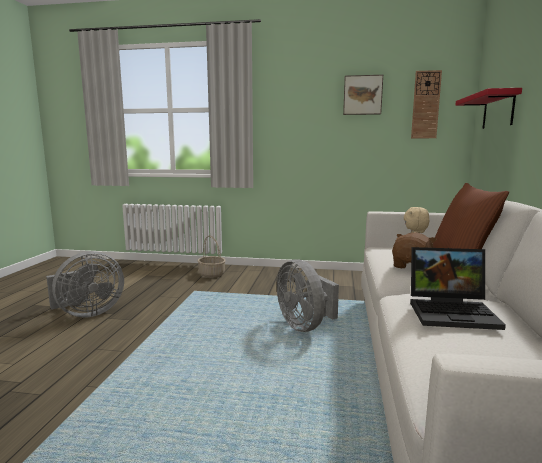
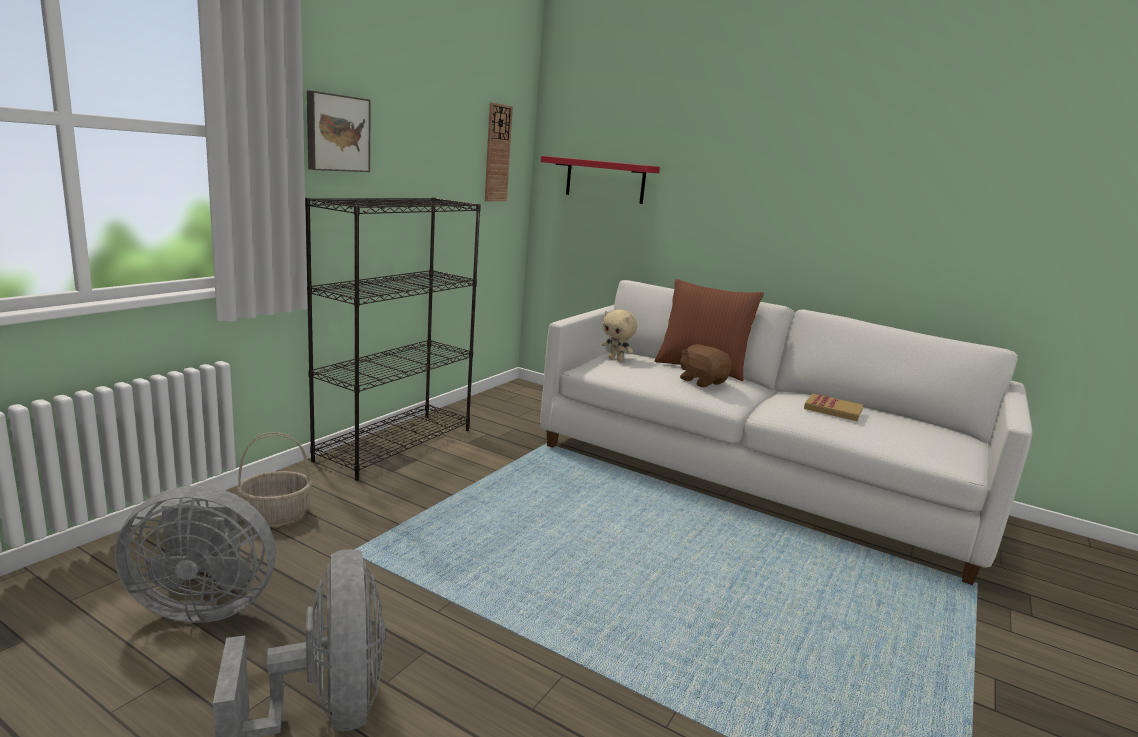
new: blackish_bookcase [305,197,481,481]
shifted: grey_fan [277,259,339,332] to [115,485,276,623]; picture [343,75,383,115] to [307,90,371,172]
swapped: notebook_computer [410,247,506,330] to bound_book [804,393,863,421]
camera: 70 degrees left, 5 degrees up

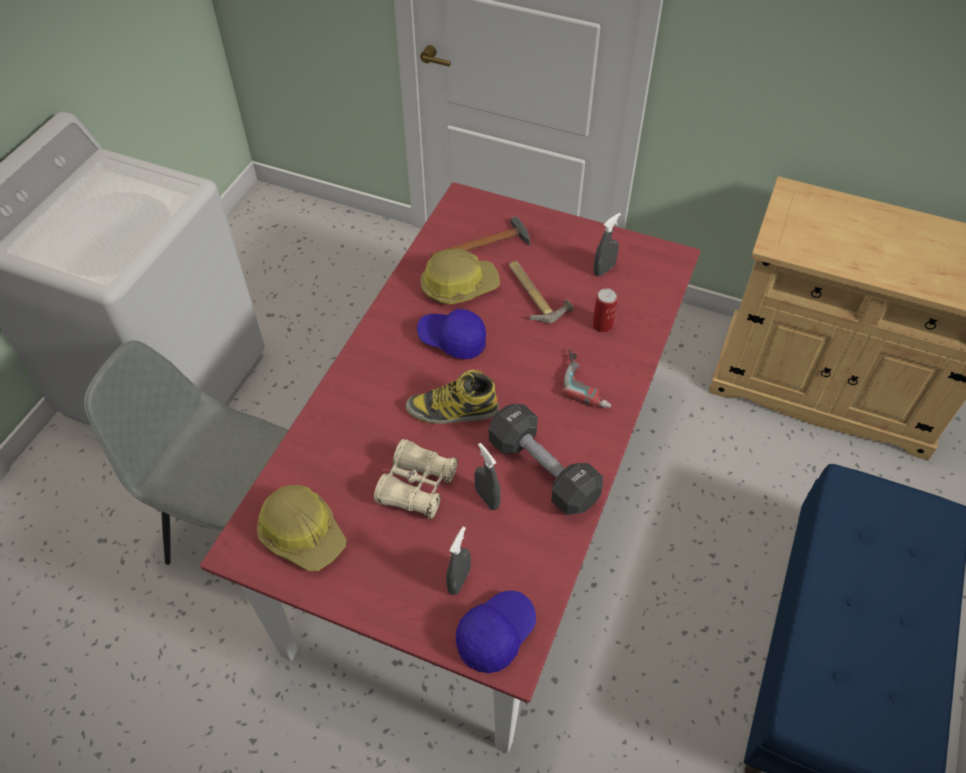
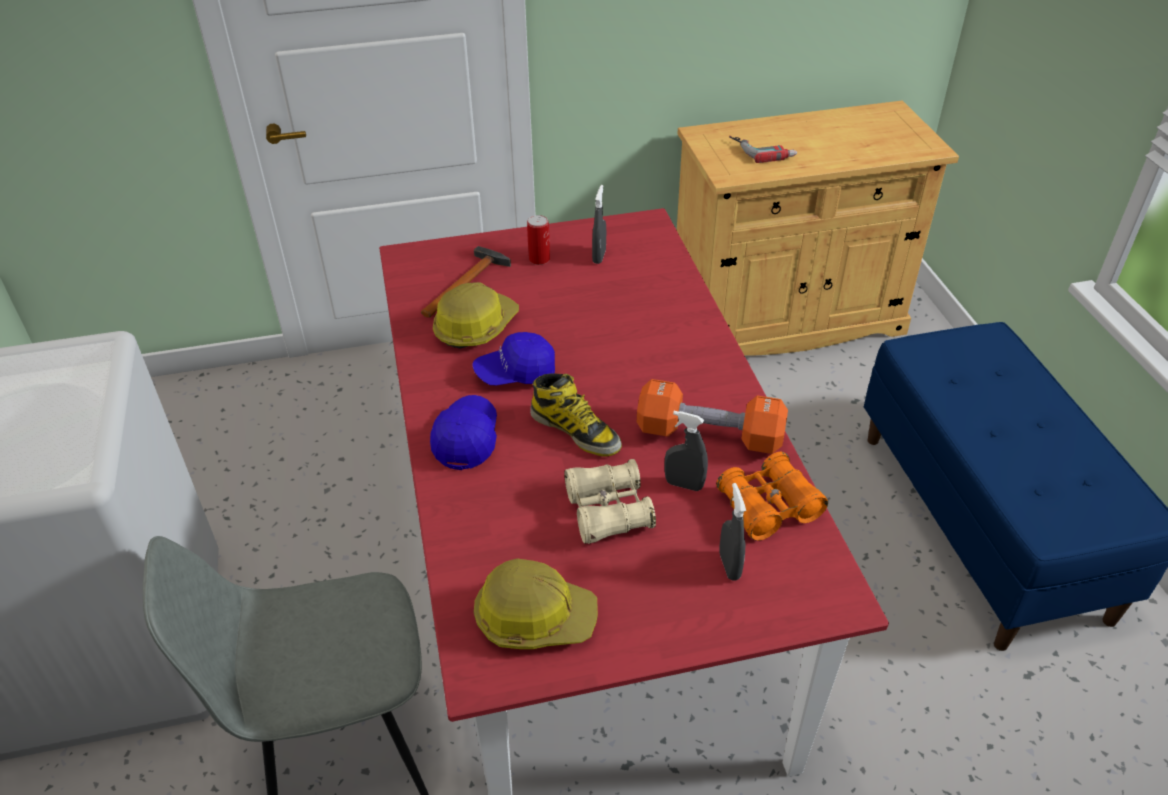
gone: tool_hammer [509,261,573,323]
new: orange-coloured_binoculars [716,452,828,541]
shifted: bluish_peaked_cap [456,591,536,673] to [430,395,497,470]; drill [562,348,611,408] to [729,136,797,163]; sealed_can [593,288,618,333] to [527,215,550,265]
repainted: blackish_free_weight [489,404,603,515] to orange-coloured_free_weight [637,379,788,454]
rotated: boot [406,370,499,424] = [530,373,622,457] 105 degrees counterclockwise
camera: 35 degrees left, 10 degrees down

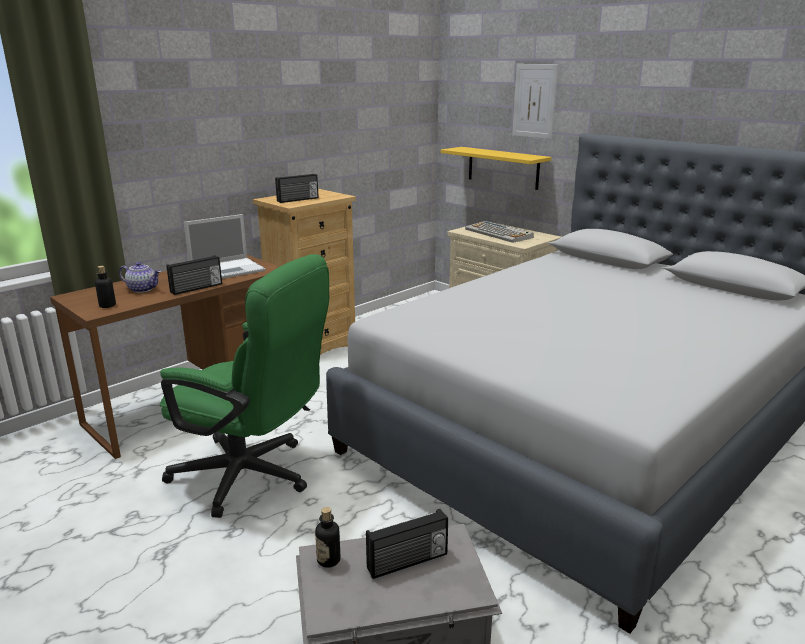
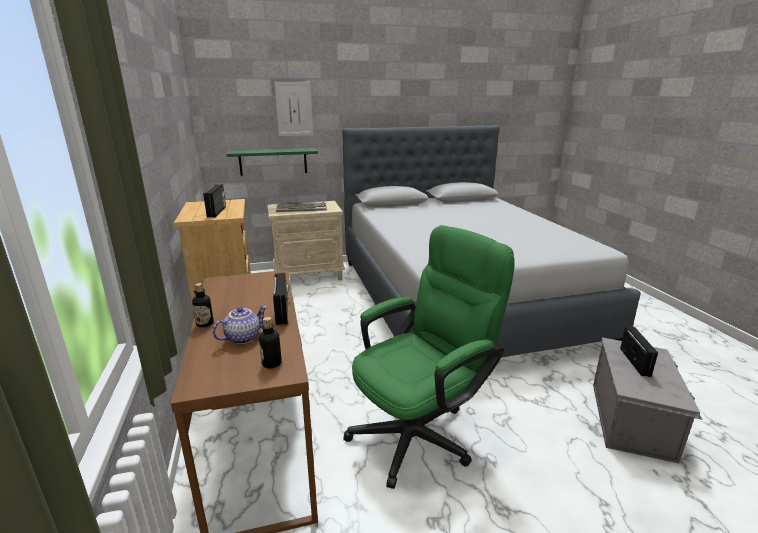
gone: notebook_computer [184,214,265,279]
shifted: beverage_bottle [315,507,341,568] to [192,283,214,327]
repainted: yellow_bracket_shelf [441,147,551,190] to green_bracket_shelf [226,148,318,176]
camera: 60 degrees left, 0 degrees up

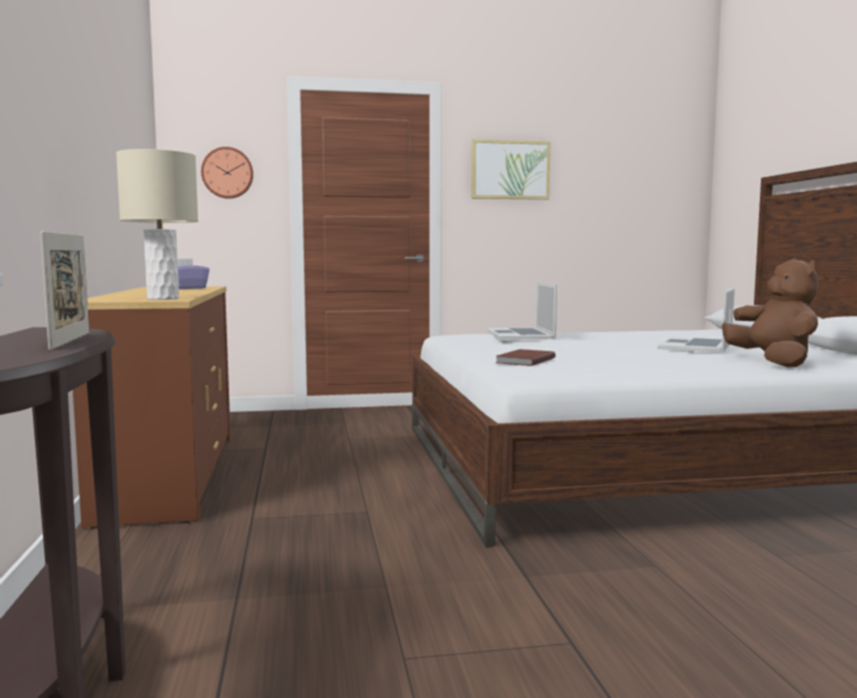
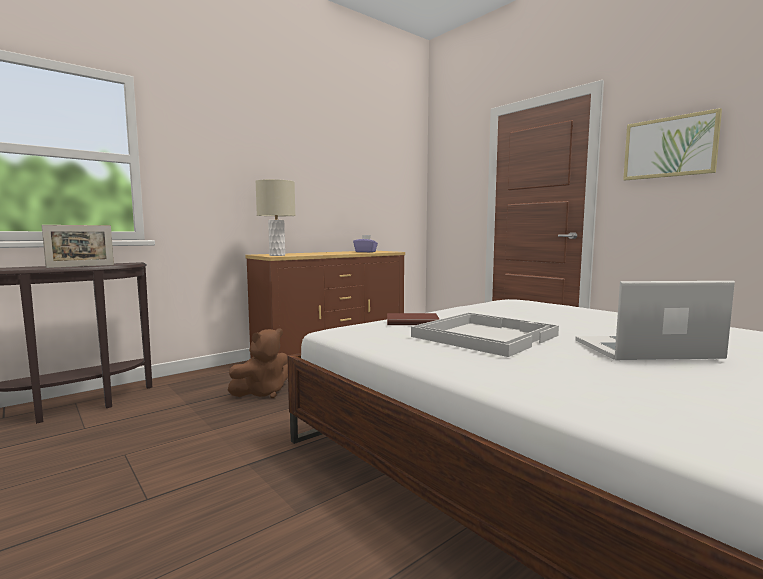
gone: clock_on_the_wall [201,147,253,199]; notebook_computer [487,282,557,340]
new: whitish_serving_tray [411,313,559,357]
shifted: brown_cuddly_toy [722,258,818,367] to [227,328,288,398]
camera: 60 degrees right, 0 degrees up

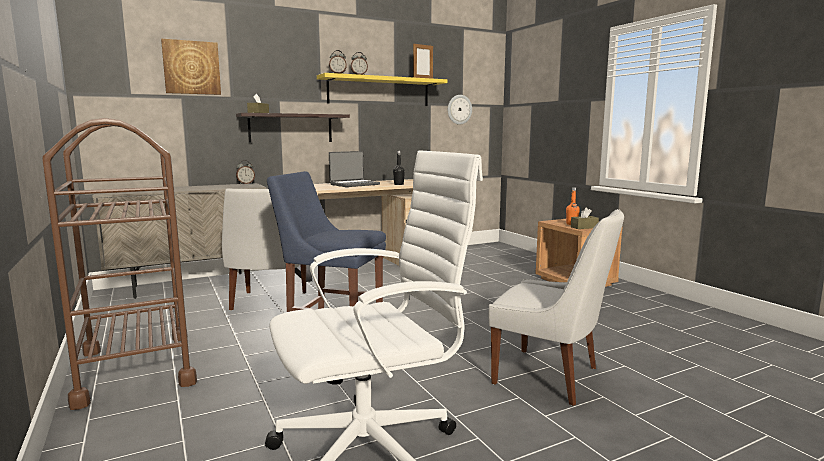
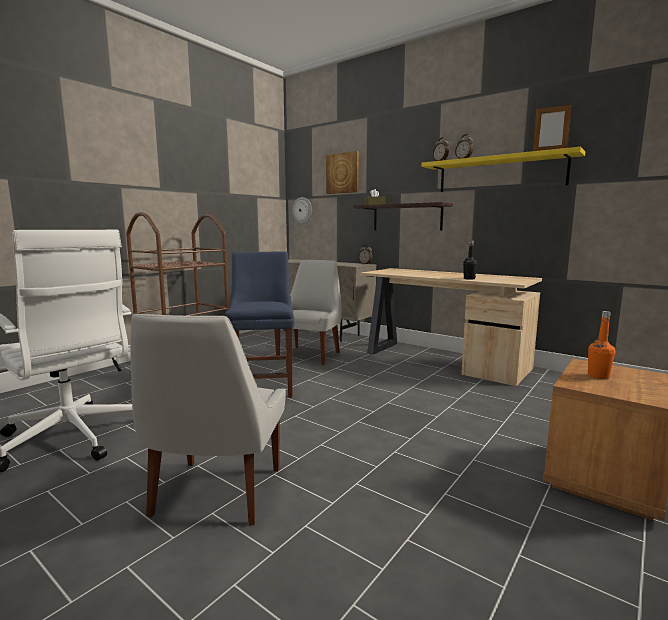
gone: notebook_computer [329,151,380,187]; brown_box_of_tissues [571,208,599,229]
shifted: clock_on_the_wall [448,95,472,125] to [293,197,312,224]
rotated: whitish_plain_chair [222,188,306,310] = [274,260,342,366] 135 degrees clockwise
camera: 65 degrees right, 0 degrees up

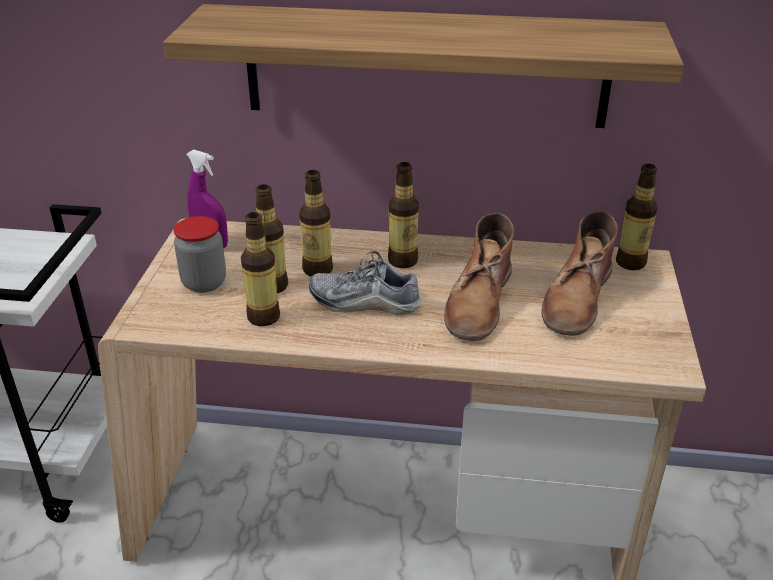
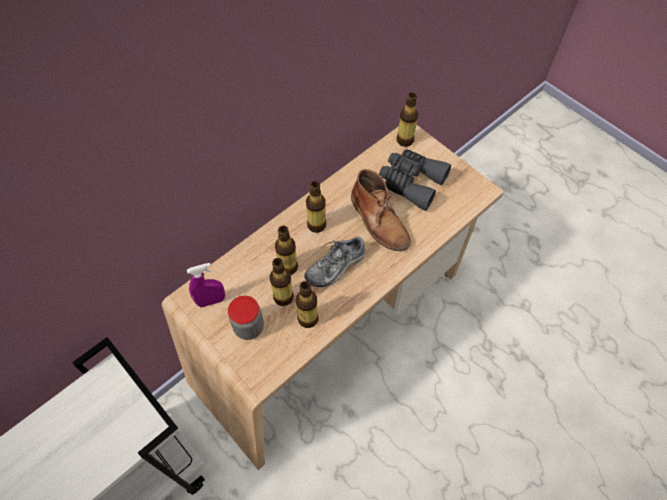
gone: bracket_shelf [163,4,684,128]
swapped: brown_boot [541,211,618,336] to grey_binoculars [379,149,451,211]
camera: 50 degrees left, 25 degrees up

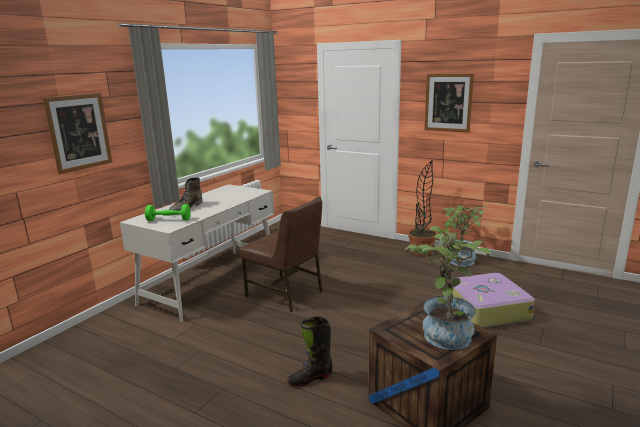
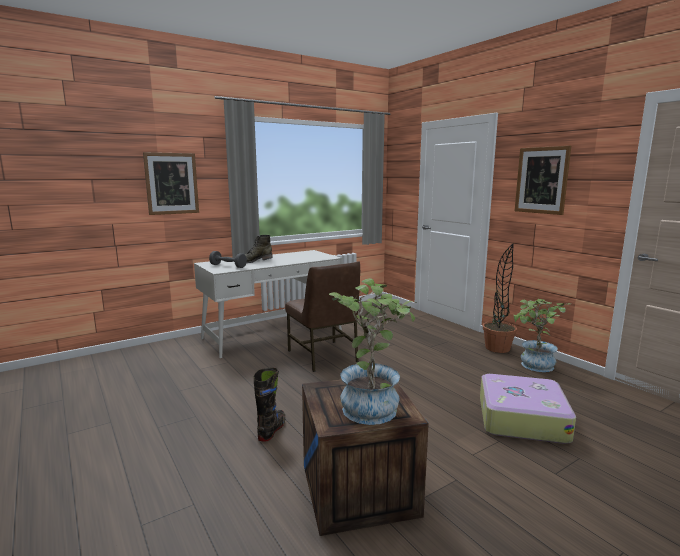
repainted: green_free_weight [145,204,191,221] to grey_free_weight [209,251,247,268]
rotated: blackish_boot [287,316,333,386] = [254,368,285,442] 105 degrees clockwise
camera: 25 degrees right, 5 degrees down

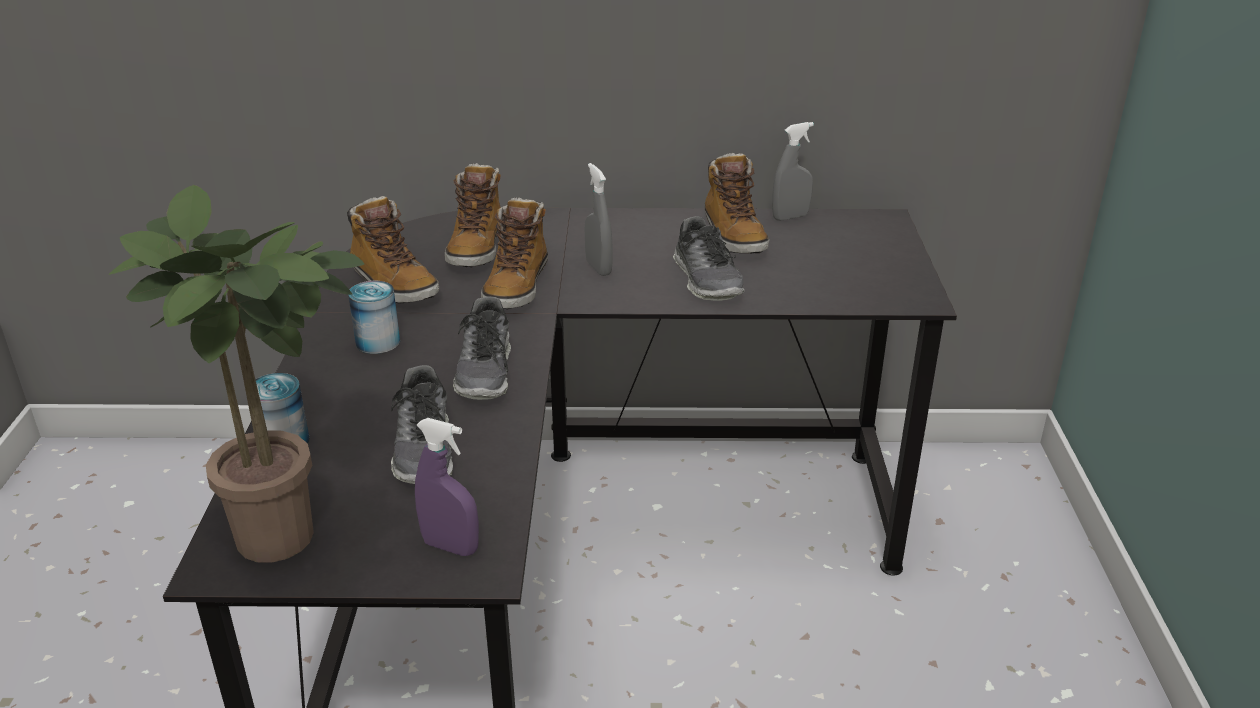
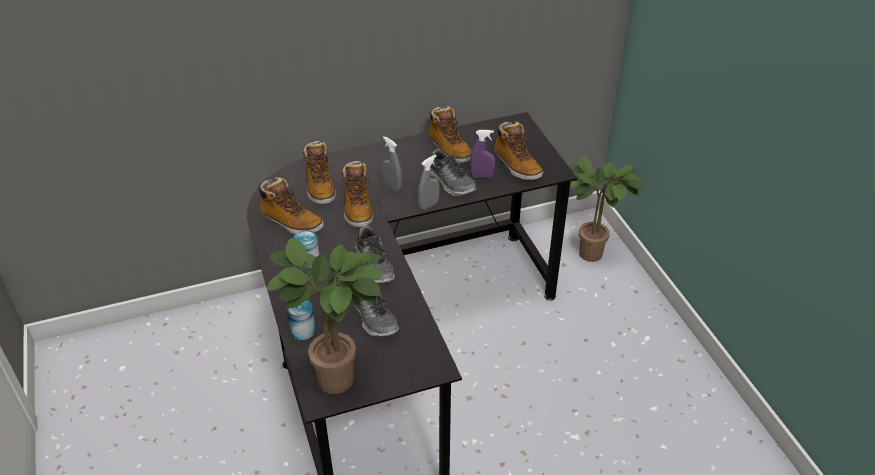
new: boot [494,121,543,180]; plant_in_a_pot [568,156,645,262]
shifted: purple-coloured_hand_sprayer [415,418,479,556] to [470,130,495,178]; grey_hand_sprayer [772,122,814,221] to [418,155,439,211]
camera: 20 degrees left, 10 degrees up

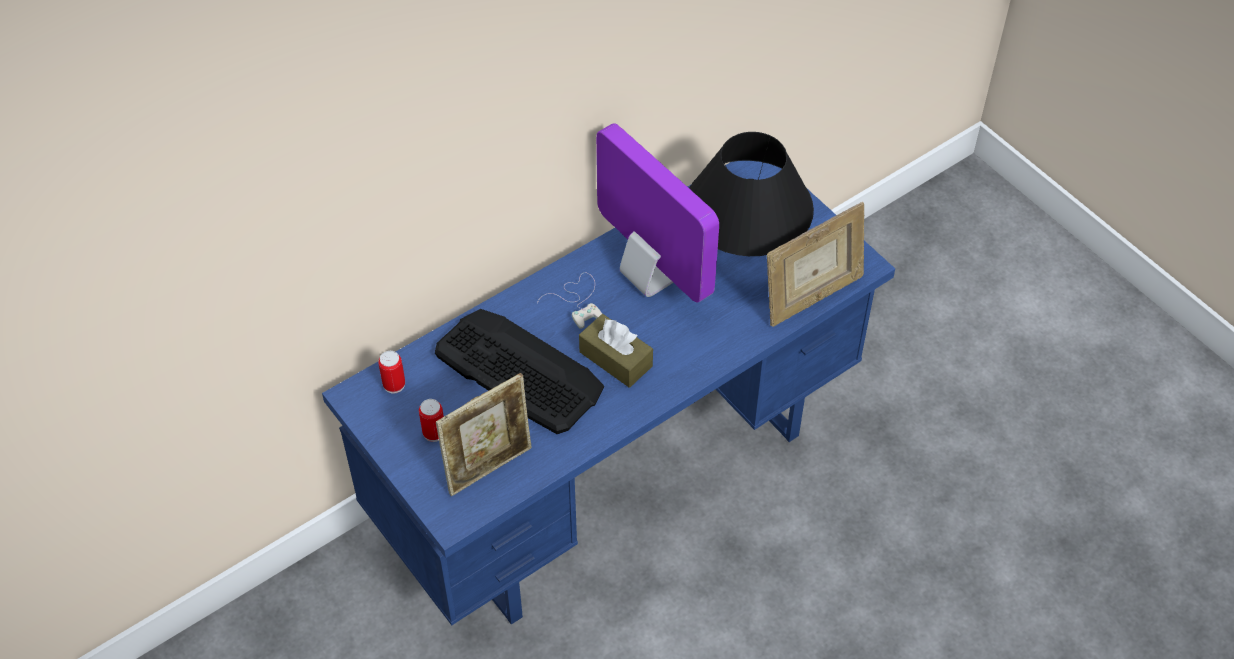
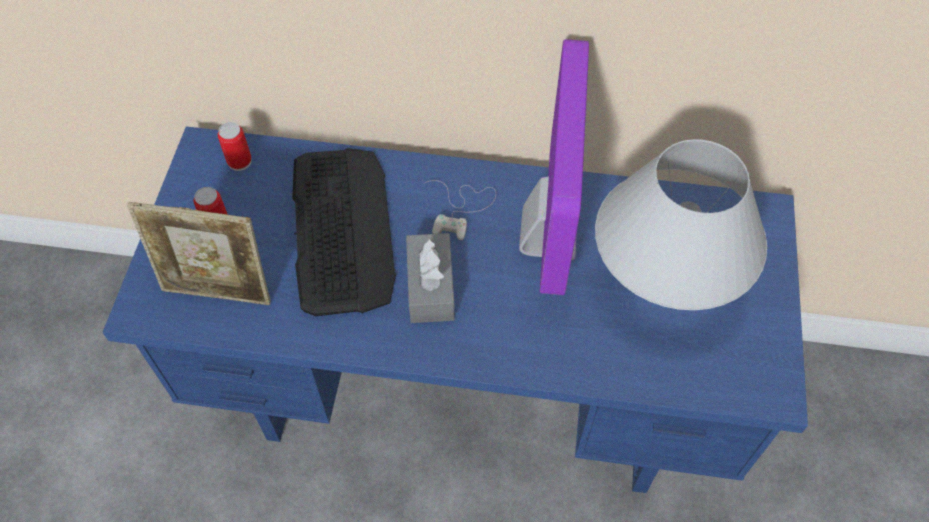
gone: picture_frame [767,202,864,327]
repainted: brown_box_of_tissues [579,314,653,388] to grey_box_of_tissues [406,233,455,323]; blackish_lamp_for_a_table [689,132,814,256] to whitish_lamp_for_a_table [595,139,767,310]
camera: 45 degrees right, 5 degrees up

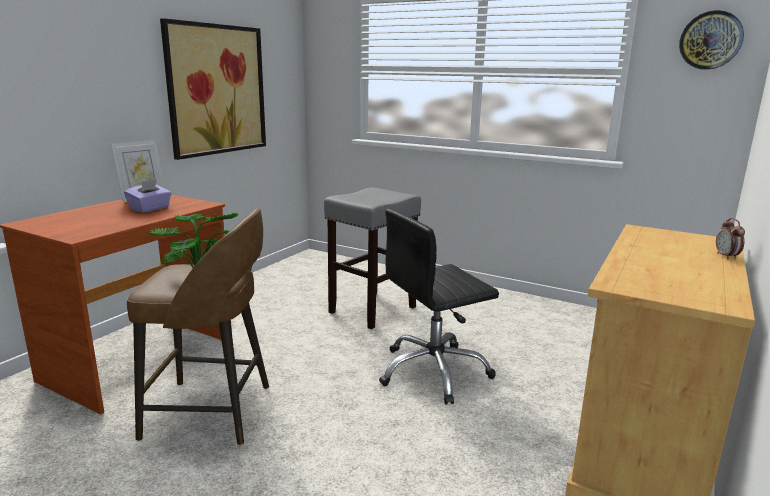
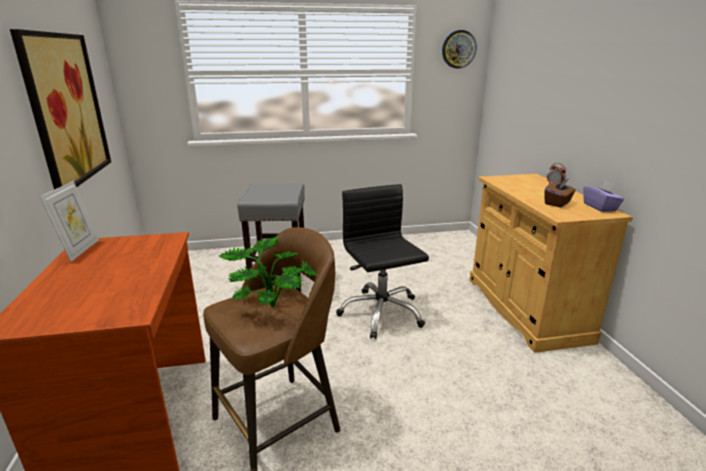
new: brown_box_of_tissues [544,178,576,208]
shifted: purple-coloured_box_of_tissues [124,179,172,213] to [583,180,624,212]
rotated: blackish_office_chair [379,209,499,404] = [336,184,429,339] 135 degrees clockwise
camera: 40 degrees left, 5 degrees up

